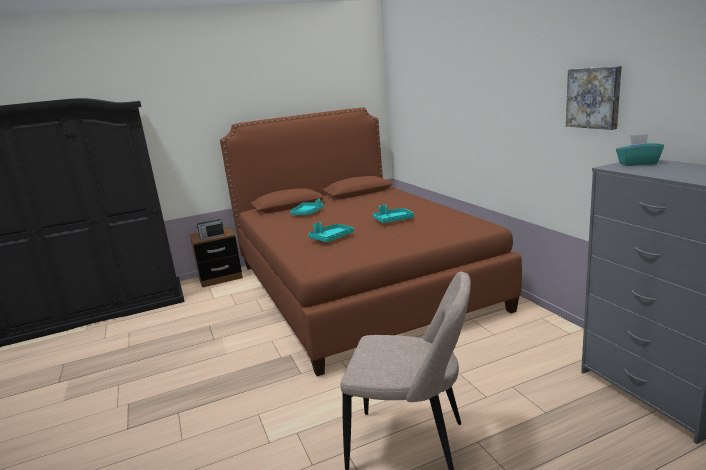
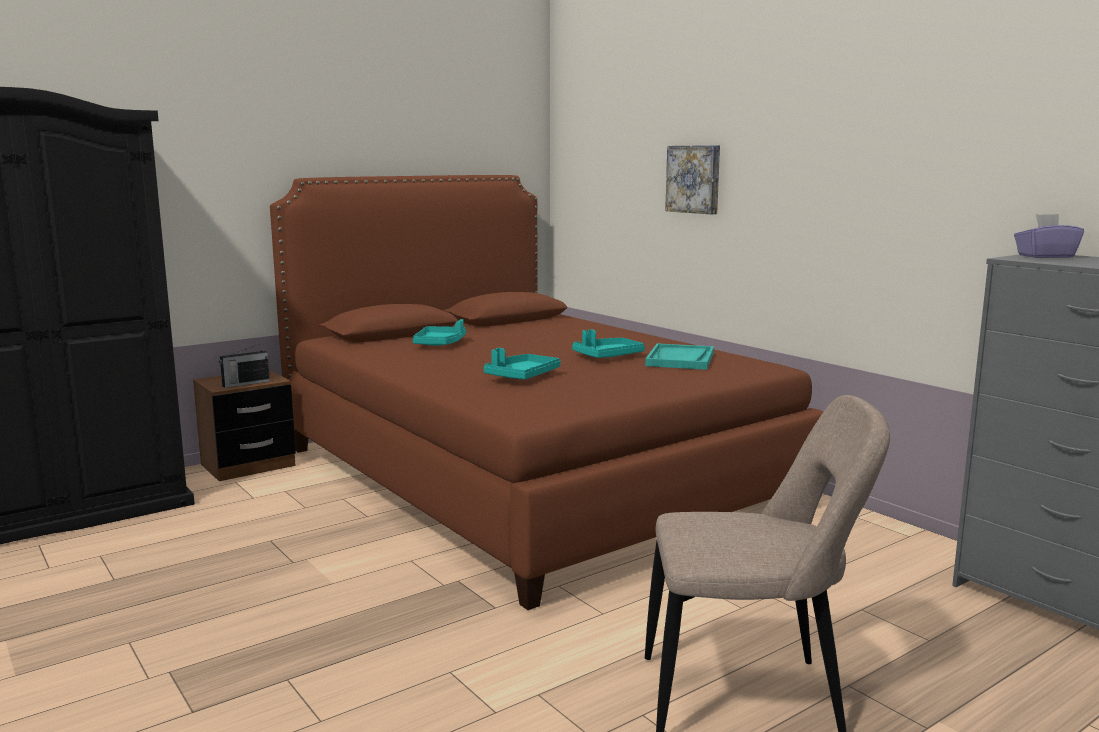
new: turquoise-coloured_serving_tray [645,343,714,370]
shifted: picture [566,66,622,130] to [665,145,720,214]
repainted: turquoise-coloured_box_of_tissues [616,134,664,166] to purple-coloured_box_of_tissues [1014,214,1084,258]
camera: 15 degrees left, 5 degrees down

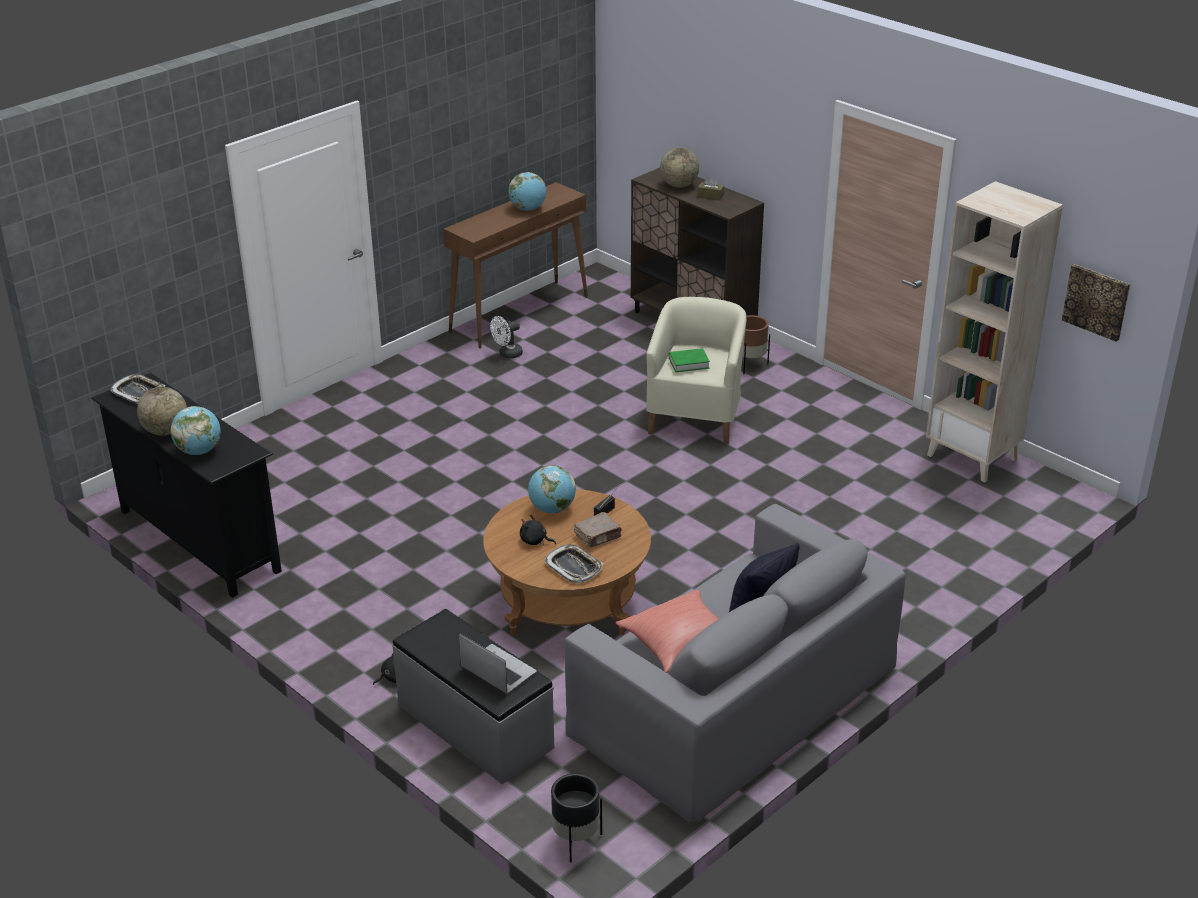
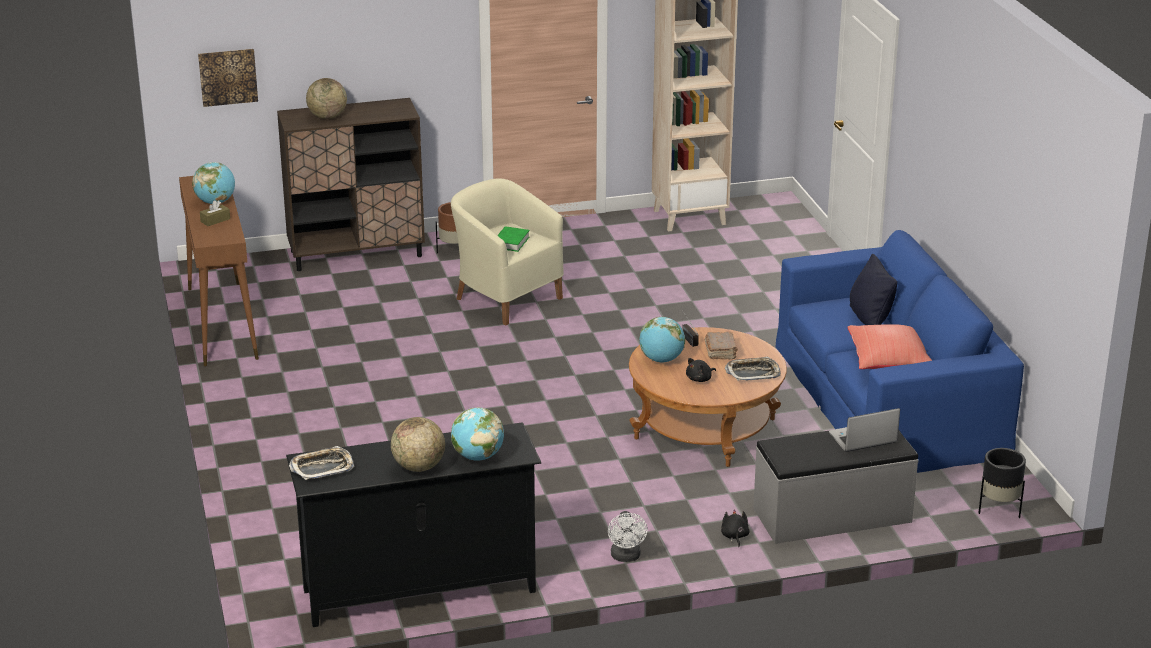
shifted: whitish_fan [490,316,523,359] to [608,511,648,562]; brown_box_of_tissues [698,177,724,200] to [200,200,230,226]; picture [1062,264,1130,342] to [198,49,258,107]
repainted: grey_couch [565,504,906,823] to bluish_couch [776,230,1024,473]
camera: 60 degrees left, 5 degrees down

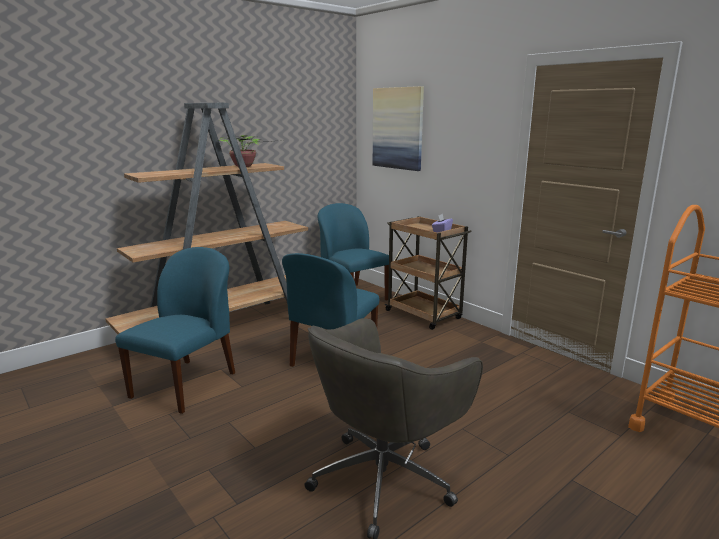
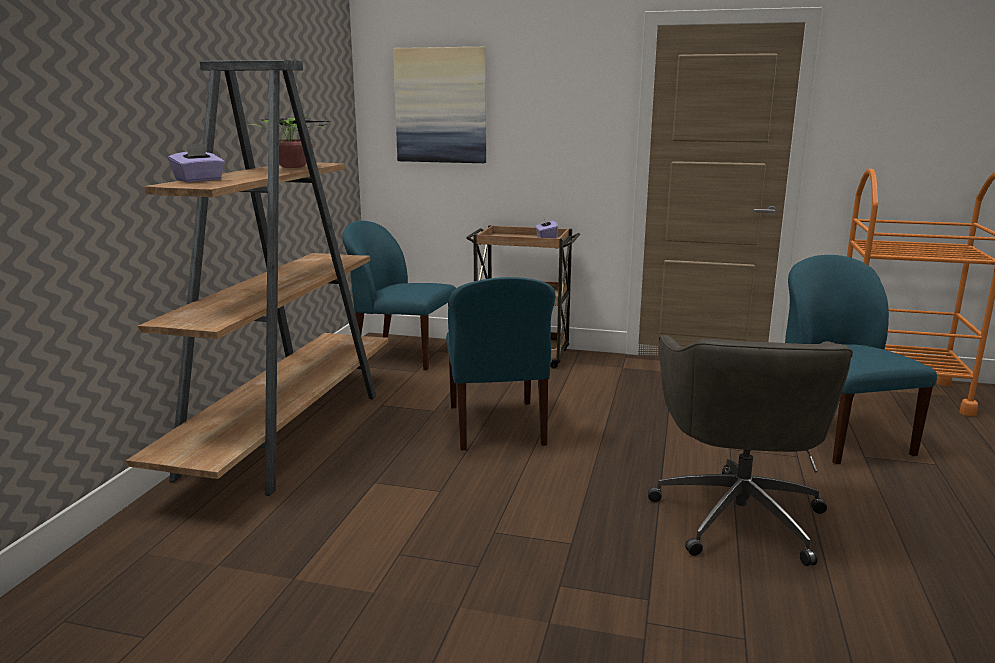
new: purple-coloured_box_of_tissues [168,144,225,182]
shifted: bluish_plain_chair [115,247,235,414] to [785,255,937,464]
camera: 35 degrees left, 0 degrees up

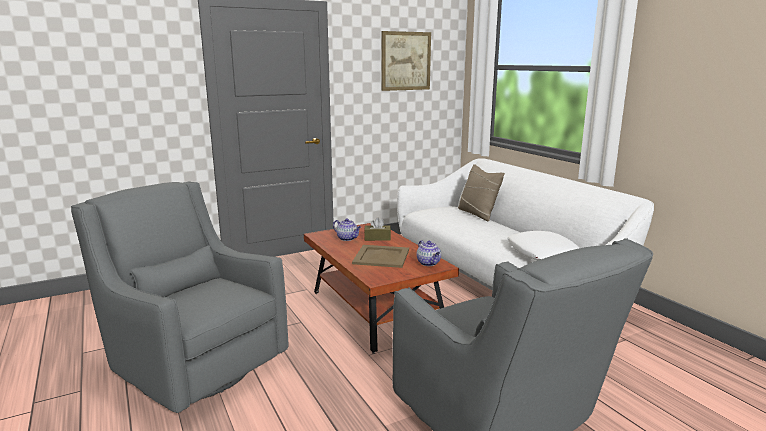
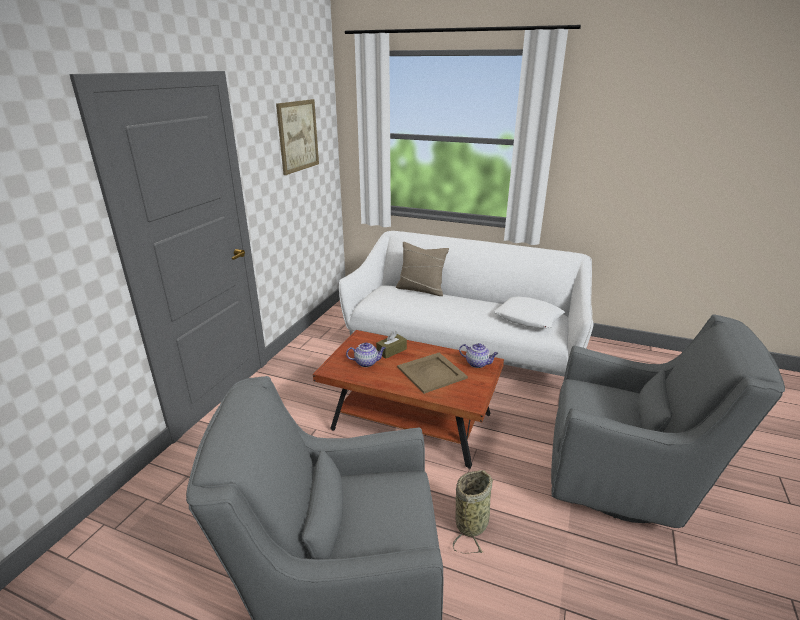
new: basket [453,470,493,554]
camera: 40 degrees left, 10 degrees up

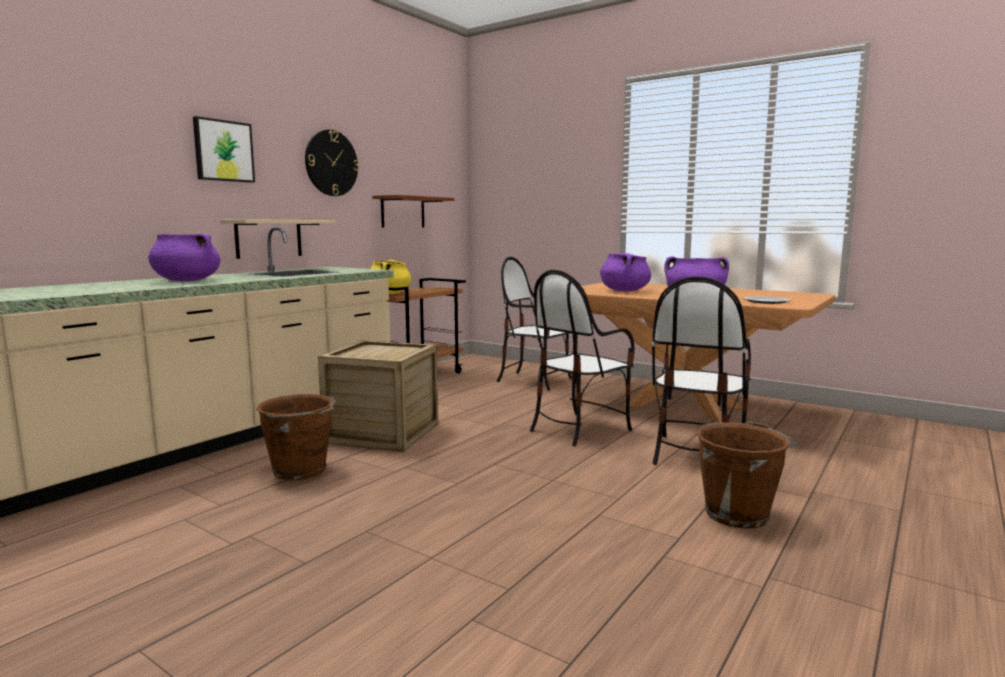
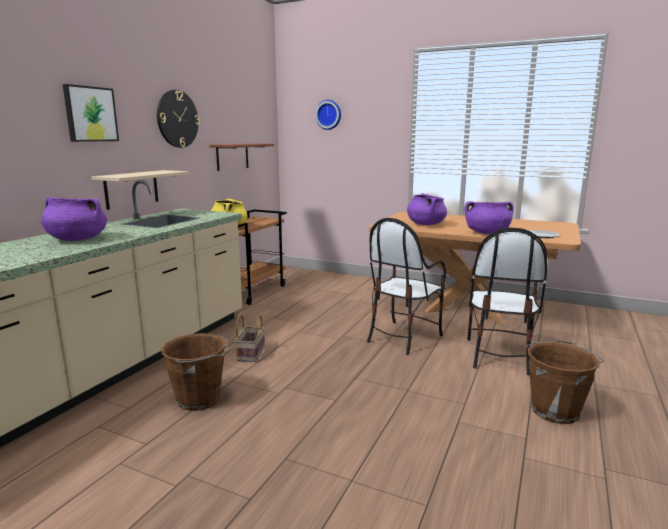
gone: plain_chair [497,257,572,391]
new: clock_on_the_wall [315,100,341,130]
swapped: crate [318,340,438,452] to basket [235,314,265,362]
camera: 10 degrees left, 5 degrees up

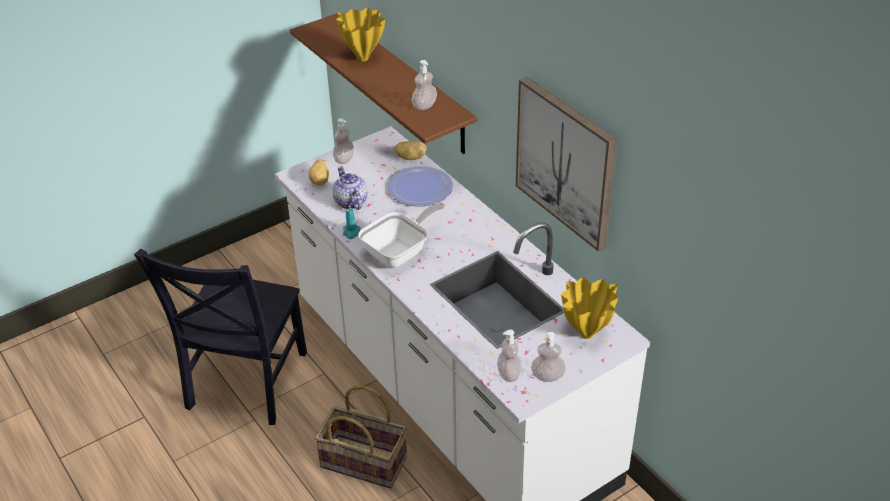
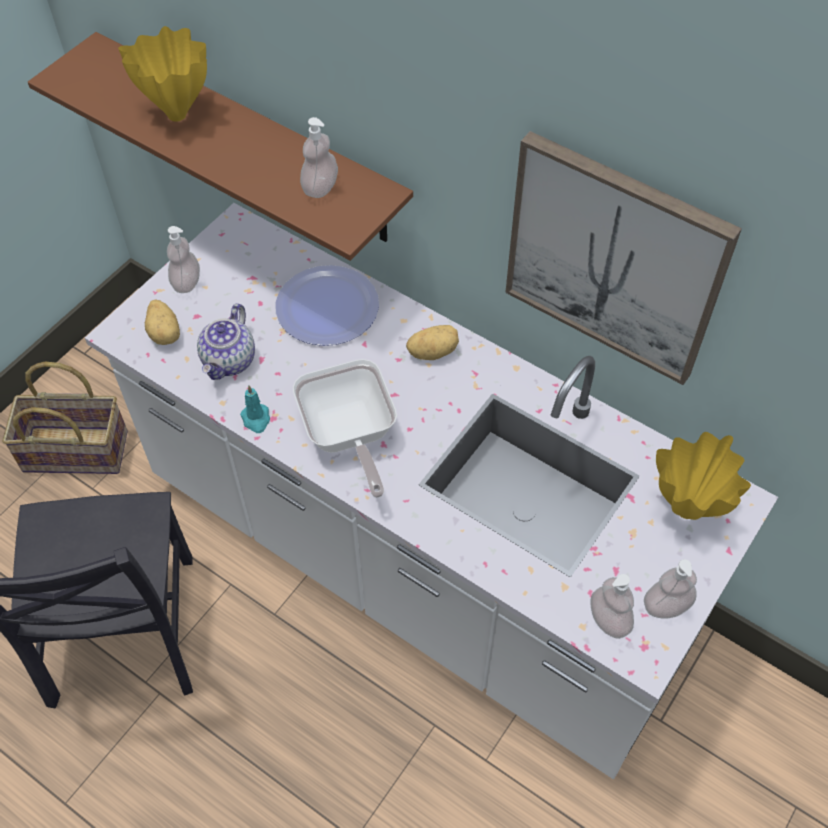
shifted: basket [315,385,407,488] to [2,362,128,474]; potato [395,141,427,160] to [406,325,459,360]
rotated: pot_for_tea [332,166,368,210] = [197,303,255,380] 120 degrees counterclockwise; skillet [358,202,445,268] = [293,359,397,498] 135 degrees clockwise
camera: 20 degrees left, 15 degrees up

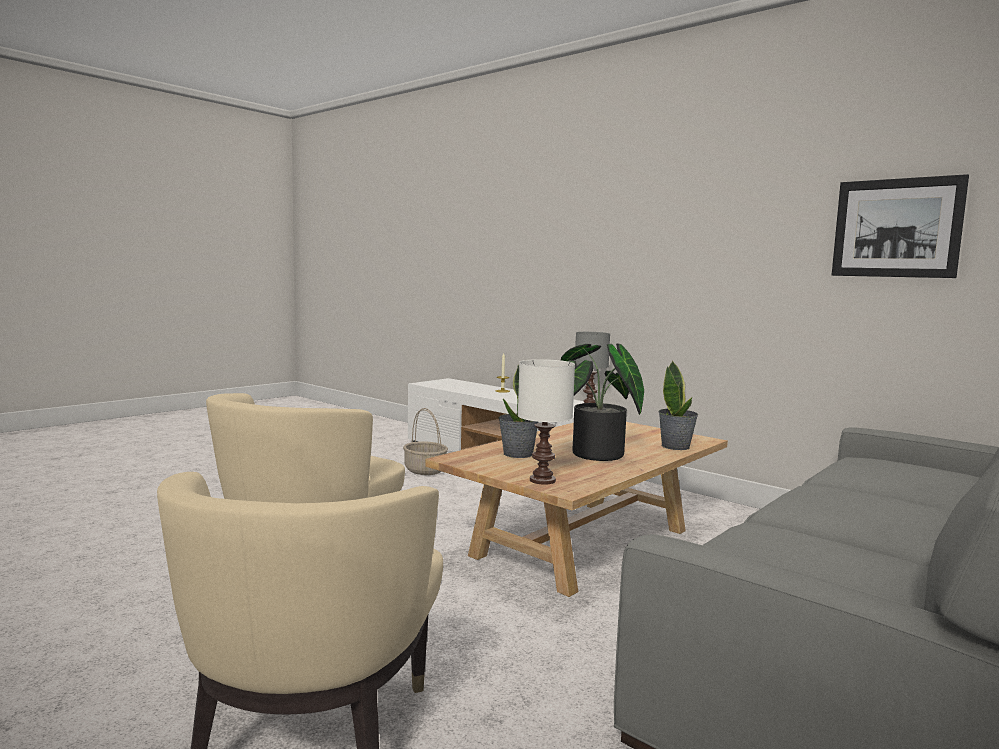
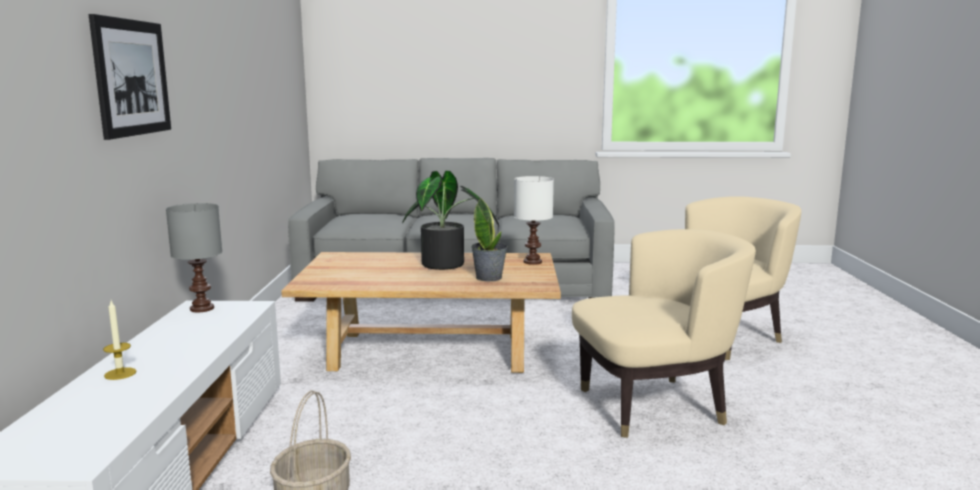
gone: plant_in_a_pot [658,361,698,450]
shifted: picture [832,174,969,278] to [89,14,171,140]
camera: 130 degrees left, 5 degrees up

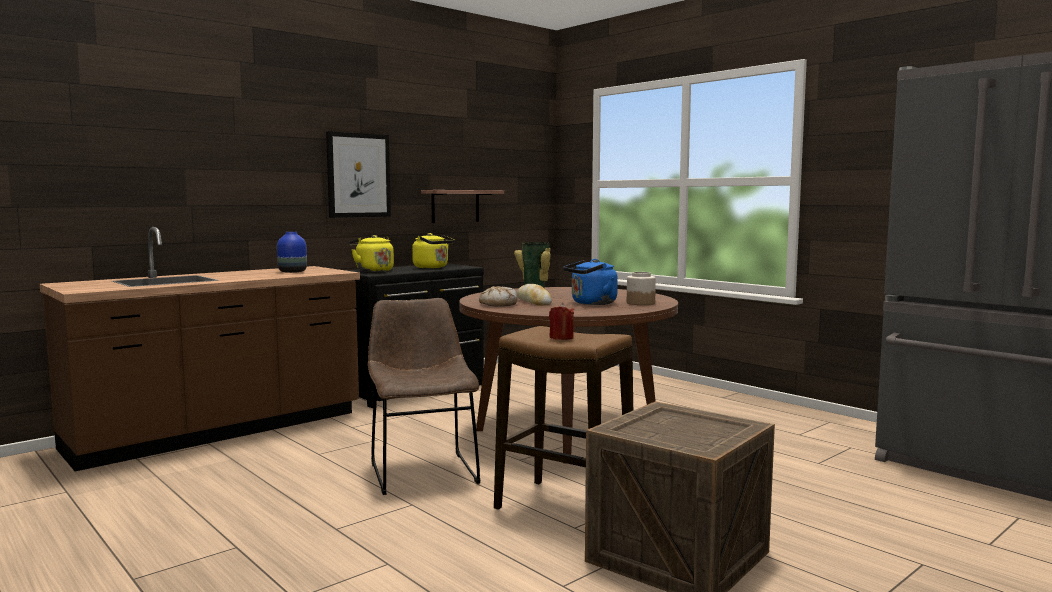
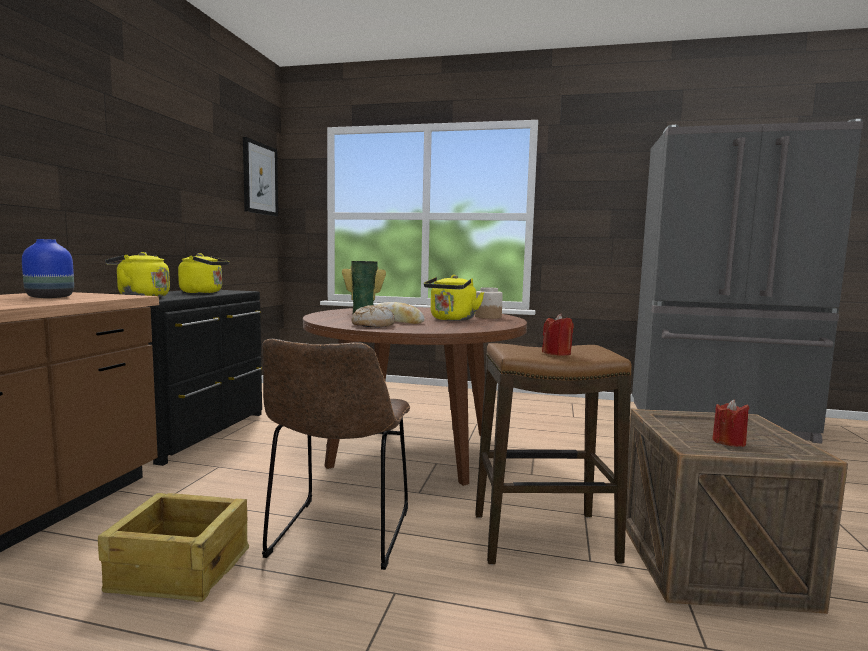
gone: bracket_shelf [421,190,504,223]
new: crate [98,493,249,602]; reddish_wax_candle [712,400,750,447]
shifted: picture [326,131,391,218] to [243,137,278,216]
repainted: bluish_tea_kettle [563,259,618,305] to yellow_tea_kettle [424,275,484,321]
rotated: brown_plain_chair [368,298,480,495] = [262,339,410,570] 120 degrees counterclockwise
camera: 35 degrees left, 0 degrees up

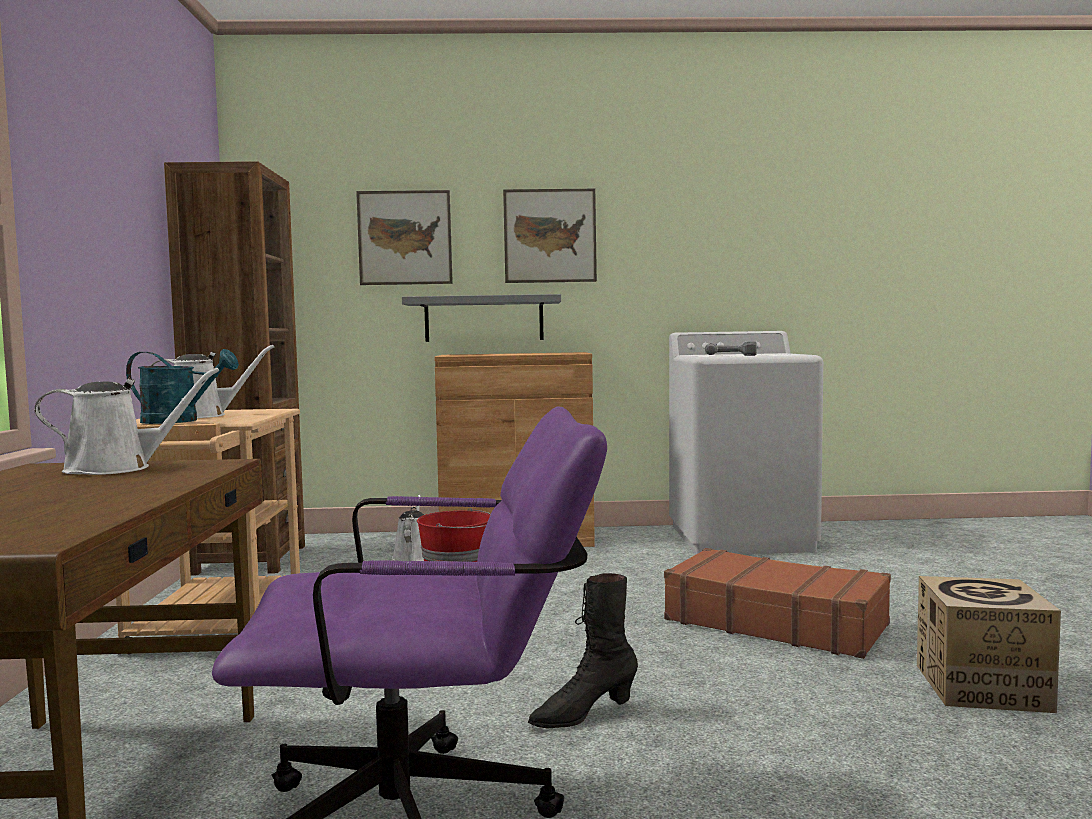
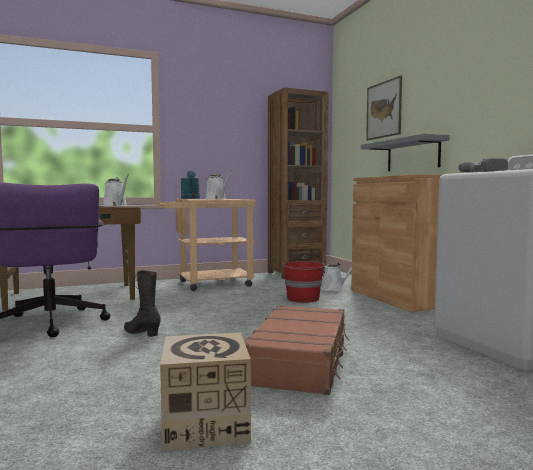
gone: picture [503,189,597,283]
camera: 70 degrees right, 0 degrees up

